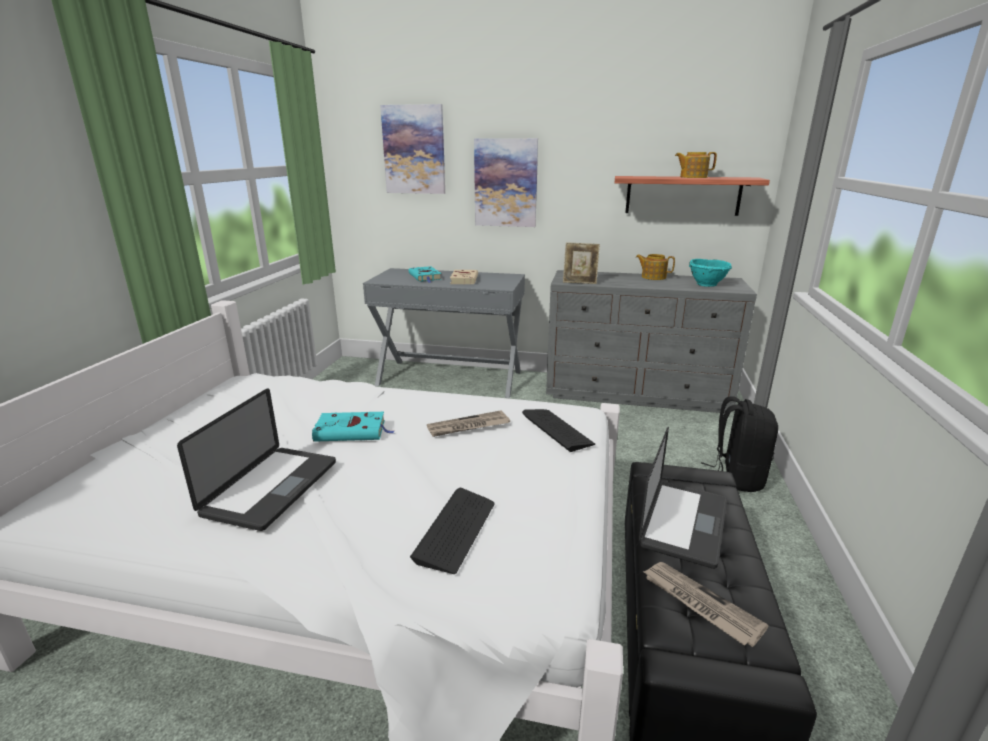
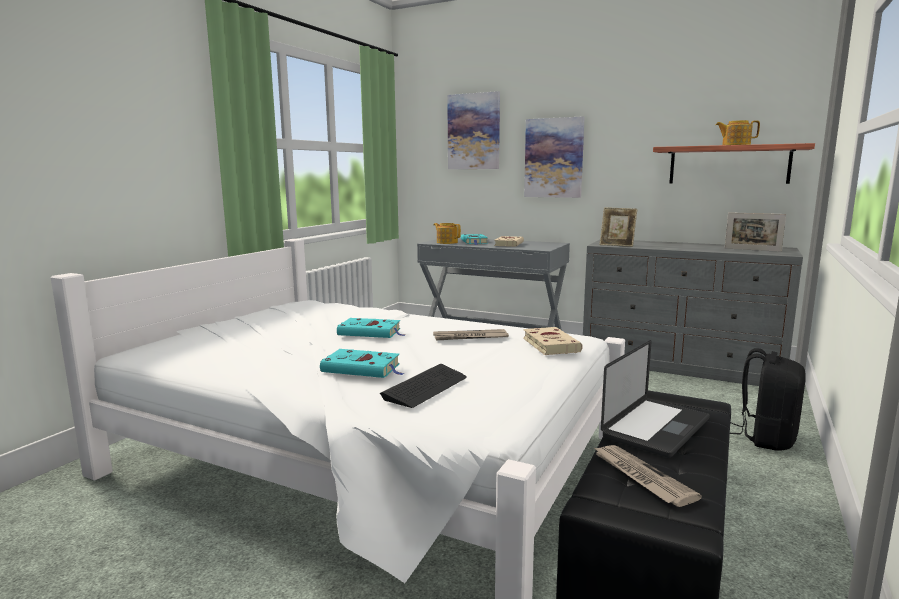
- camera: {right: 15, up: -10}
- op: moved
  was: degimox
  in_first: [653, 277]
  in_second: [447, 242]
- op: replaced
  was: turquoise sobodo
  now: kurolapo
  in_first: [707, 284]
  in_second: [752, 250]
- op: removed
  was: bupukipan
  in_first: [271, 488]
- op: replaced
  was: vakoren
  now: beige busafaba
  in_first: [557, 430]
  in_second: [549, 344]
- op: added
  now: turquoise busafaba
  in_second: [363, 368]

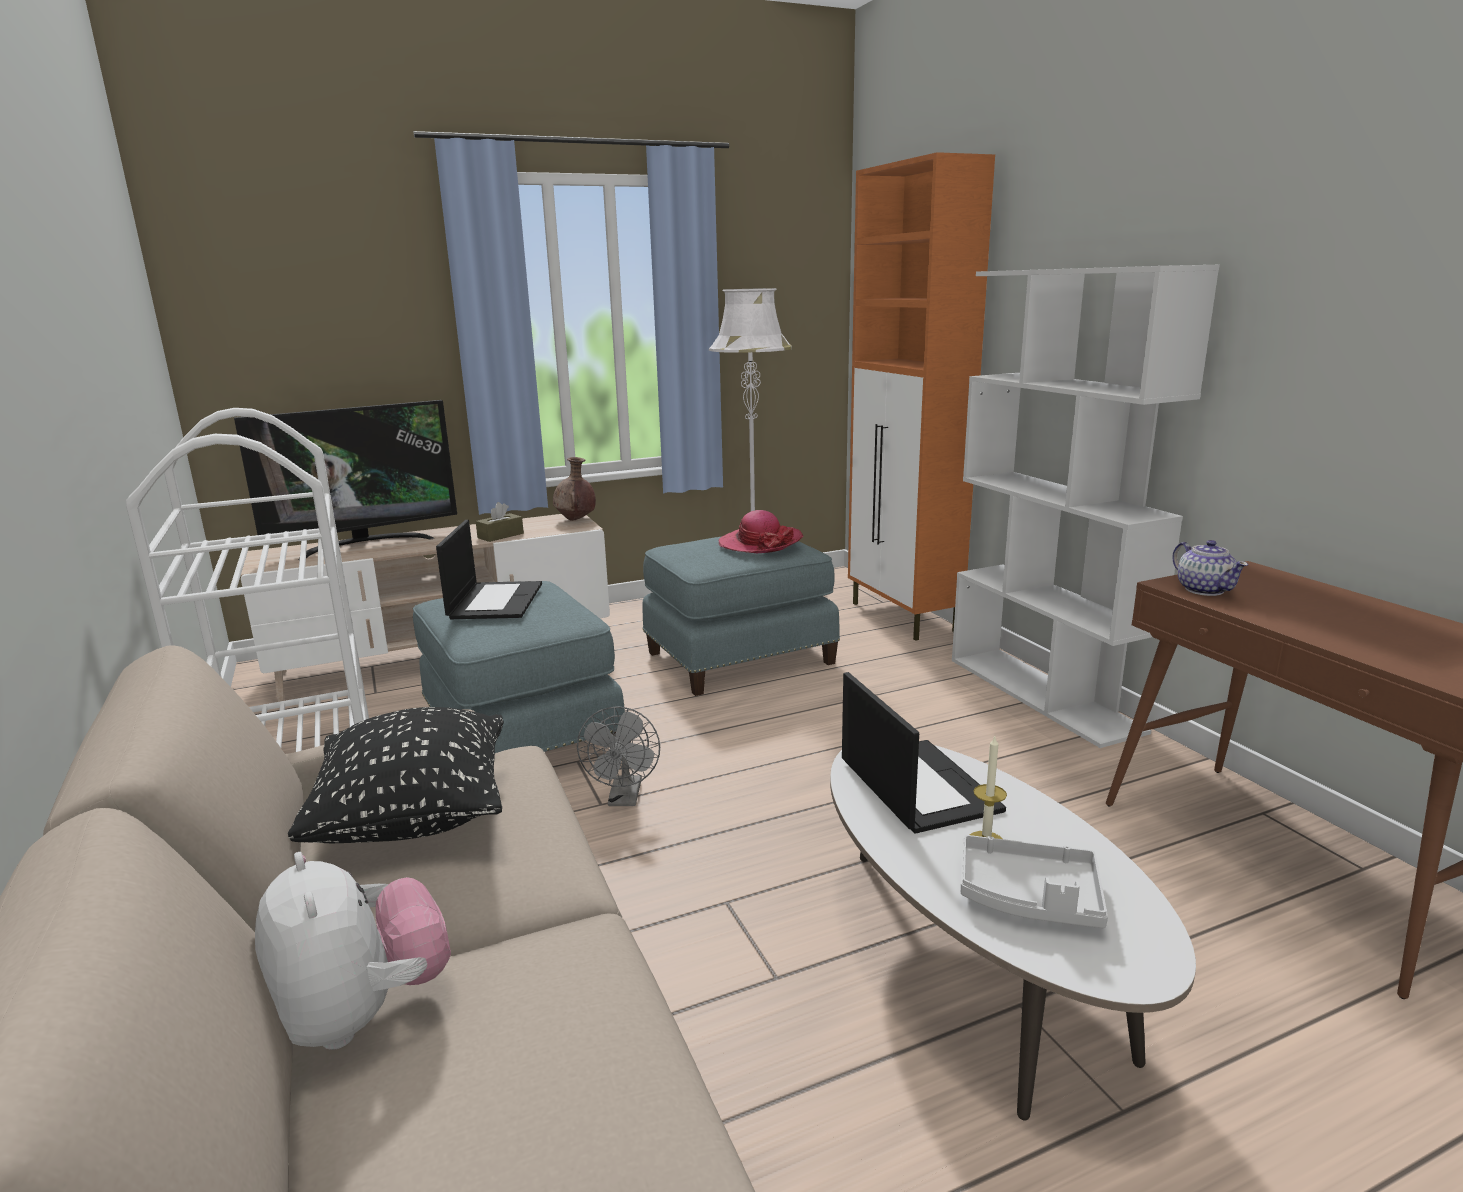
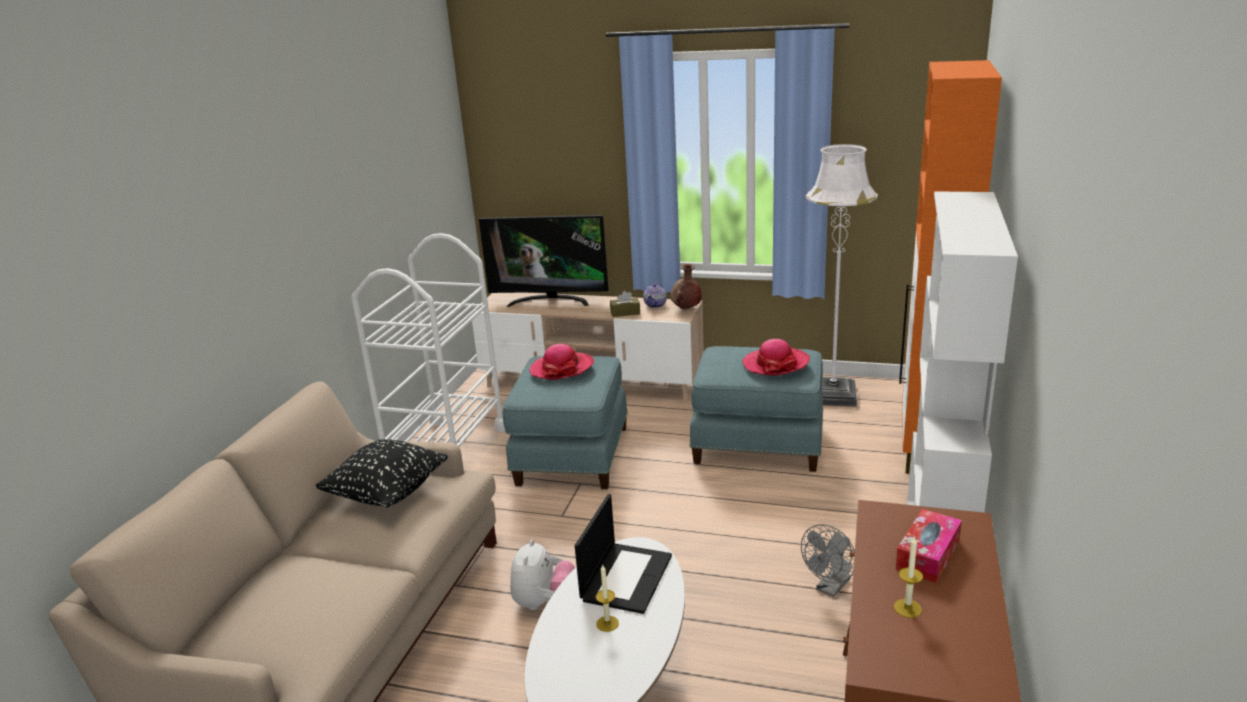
- camera: {right: 40, up: 5}
- op: replaced
  was: bupukipan
  now: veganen
  in_first: [495, 600]
  in_second: [562, 368]
- op: moved
  was: degimox
  in_first: [1204, 589]
  in_second: [655, 305]
- op: moved
  was: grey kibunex
  in_first: [624, 798]
  in_second: [830, 588]
- op: removed
  was: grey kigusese
  in_first: [1029, 897]
- op: moved
  was: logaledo
  in_first: [362, 1014]
  in_second: [544, 602]
- op: added
  now: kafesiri
  in_second: [927, 555]
- op: added
  now: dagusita
  in_second: [907, 608]

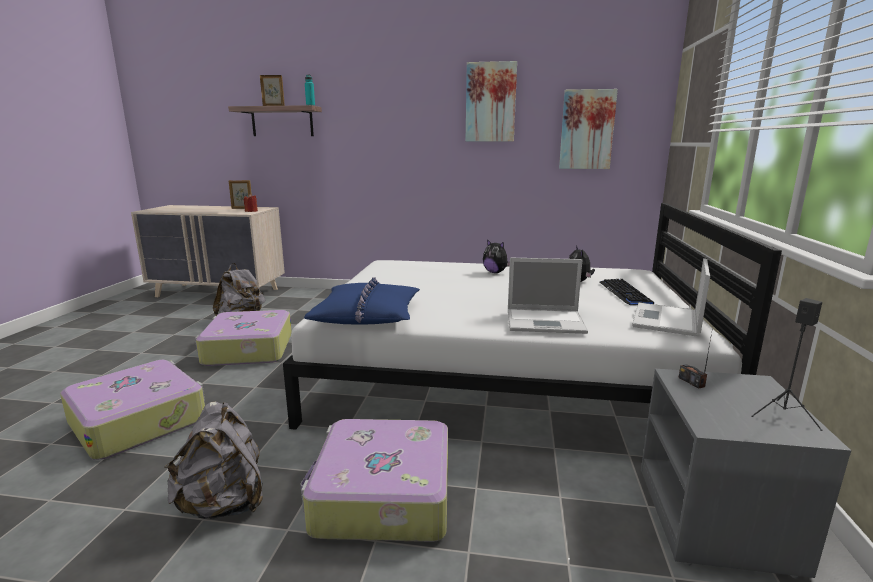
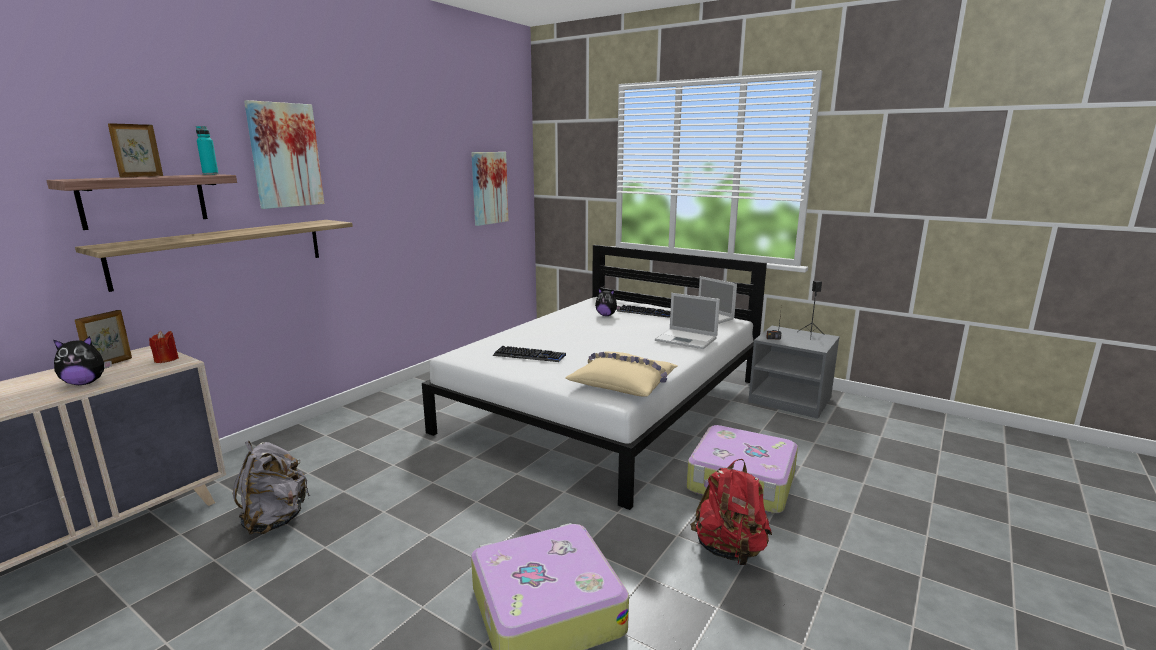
- camera: {right: -65, up: 0}
- op: moved
  was: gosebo
  in_first: [490, 102]
  in_second: [285, 155]
- op: moved
  was: logaledo
  in_first: [495, 272]
  in_second: [85, 383]
- op: turned
  was: bupukipan
  in_first: [546, 321]
  in_second: [687, 339]
  clockwise: 90
- op: recoloured
  was: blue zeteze
  now: beige zeteze
  in_first: [367, 315]
  in_second: [624, 382]
- op: removed
  was: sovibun
  in_first: [247, 350]
- op: recoloured
  was: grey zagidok
  now: red zagidok
  in_first: [224, 504]
  in_second: [729, 550]
- op: added
  now: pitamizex
  in_second: [224, 251]
- op: added
  now: vakoren
  in_second: [529, 356]

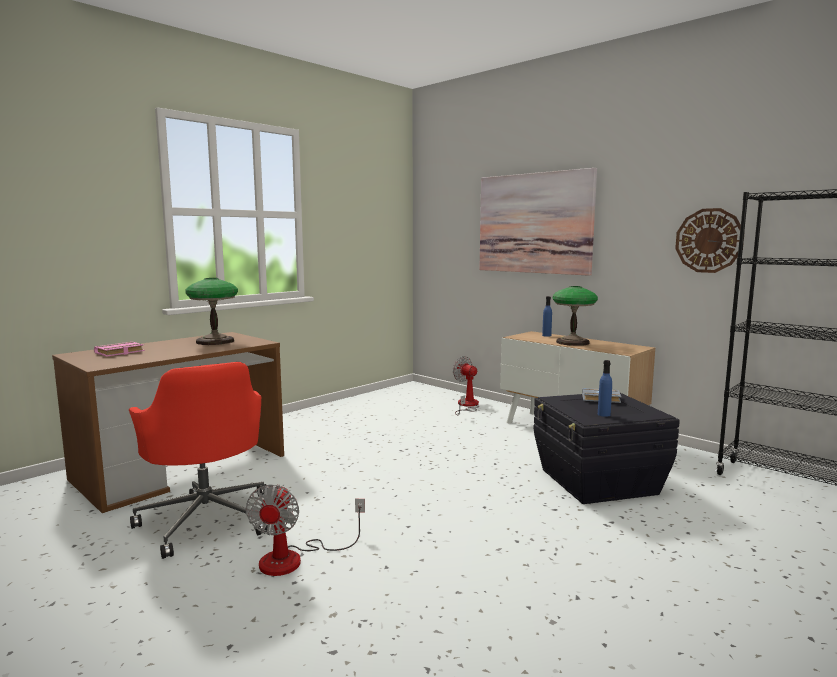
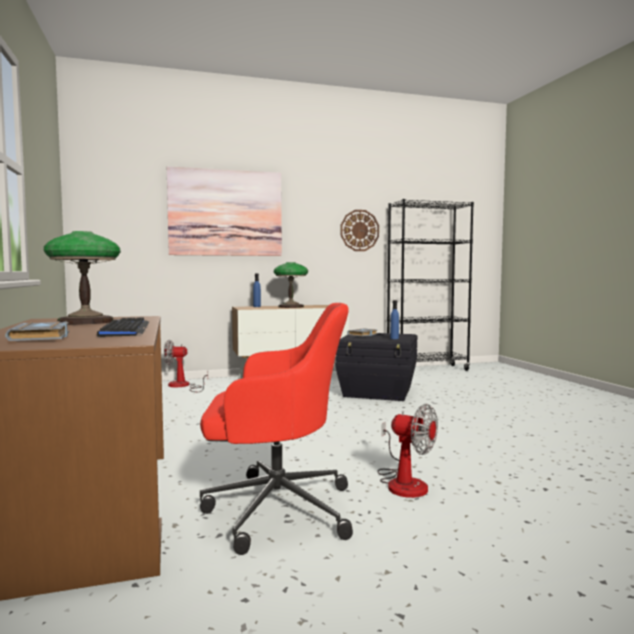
- camera: {right: -60, up: -5}
- op: recoloured
  was: pink busafaba
  now: grey busafaba
  in_first: [119, 352]
  in_second: [42, 337]
- op: added
  now: vakoren
  in_second: [125, 329]

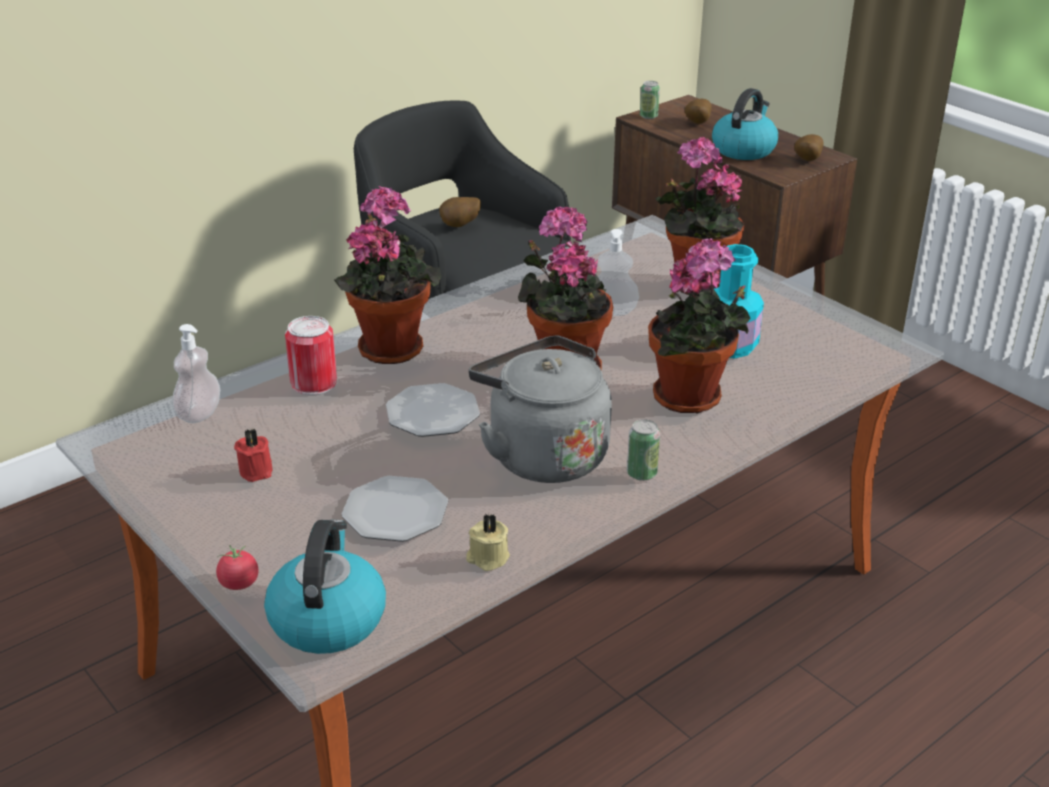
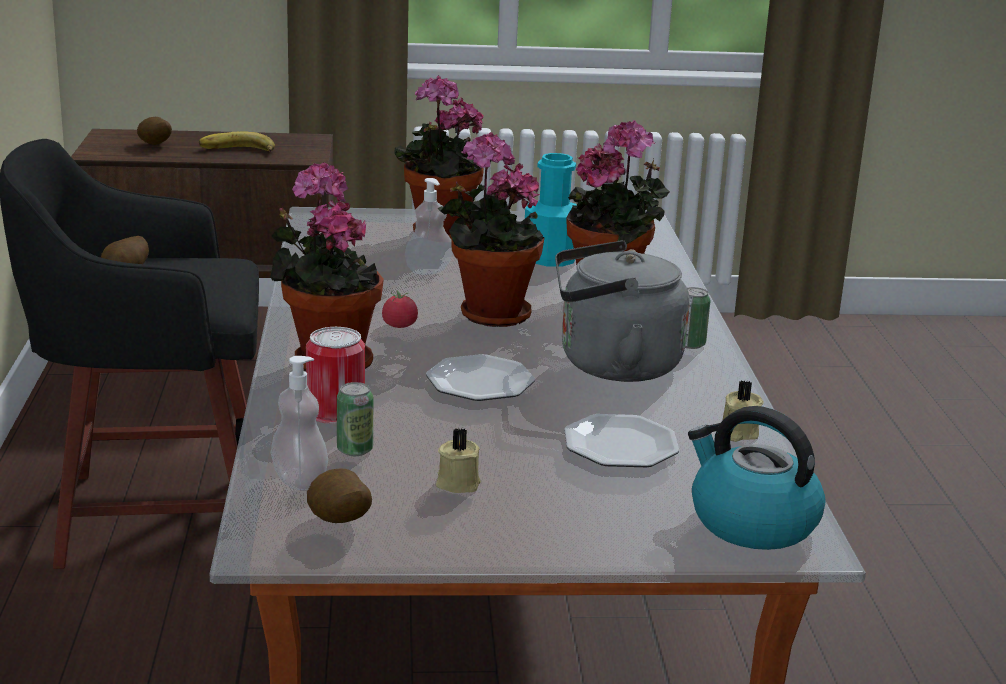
- camera: {right: -55, up: -10}
- op: moved
  was: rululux
  in_first: [648, 116]
  in_second: [355, 450]
- op: replaced
  was: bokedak
  now: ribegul
  in_first: [743, 149]
  in_second: [237, 151]
- op: moved
  was: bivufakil
  in_first: [806, 161]
  in_second: [338, 523]
- op: recoloured
  was: red dagusita
  now: beige dagusita
  in_first: [257, 470]
  in_second: [457, 483]
- op: moved
  was: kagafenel
  in_first: [239, 583]
  in_second: [399, 326]

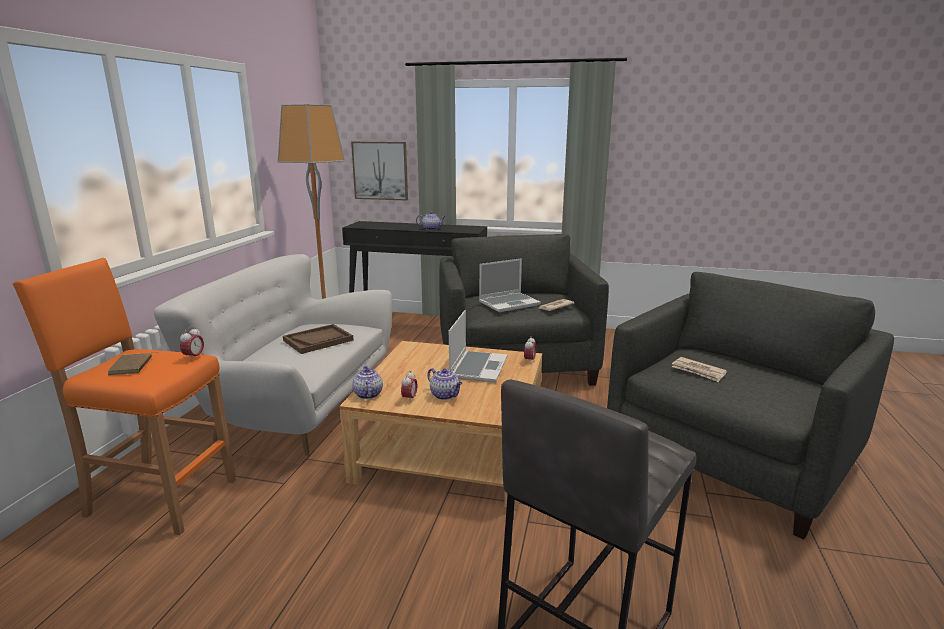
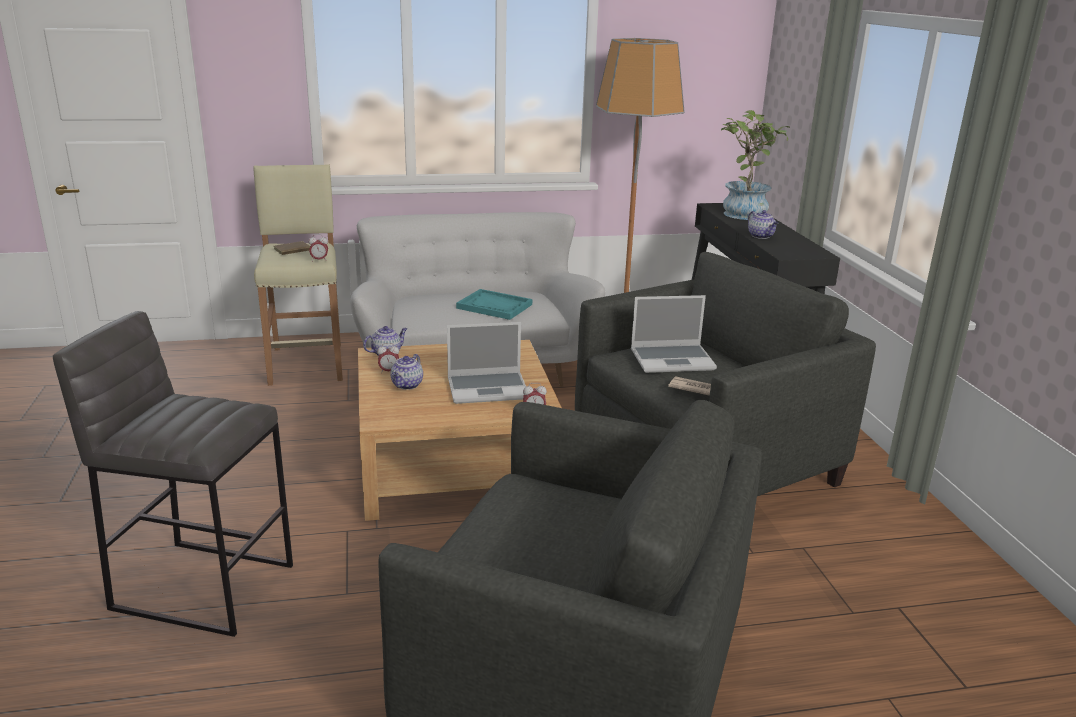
- camera: {right: 65, up: 5}
- op: removed
  was: gosebo
  in_first: [380, 170]
- op: recoloured
  was: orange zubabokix
  now: beige zubabokix
  in_first: [161, 497]
  in_second: [307, 363]
- op: turned
  was: bupukipan
  in_first: [509, 303]
  in_second: [673, 360]
  clockwise: -45
- op: recoloured
  was: brown kigusese
  now: turquoise kigusese
  in_first: [318, 340]
  in_second: [494, 306]
- op: removed
  was: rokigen
  in_first: [698, 371]
- op: added
  now: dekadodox
  in_second: [744, 212]

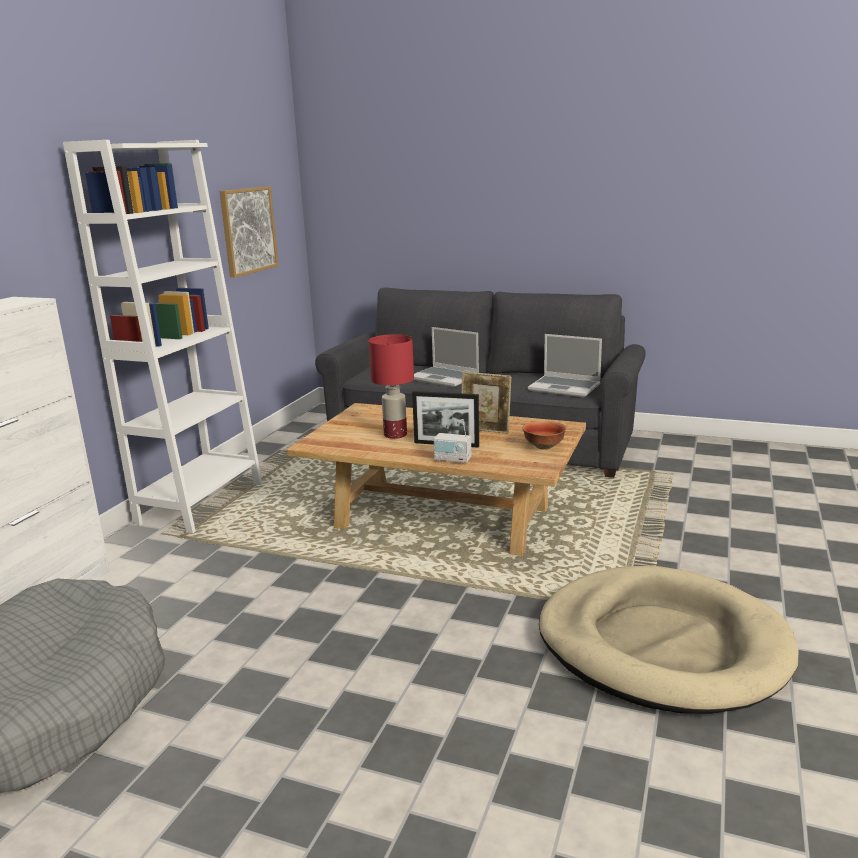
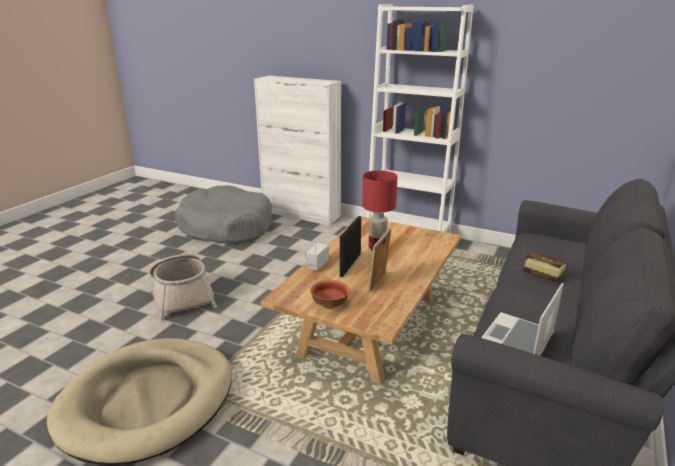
- camera: {right: 95, up: 5}
- op: removed
  was: gosebo
  in_first: [248, 230]
- op: replaced
  was: bupukipan
  now: busafaba
  in_first: [445, 378]
  in_second: [539, 273]
- op: added
  now: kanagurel
  in_second: [182, 296]

